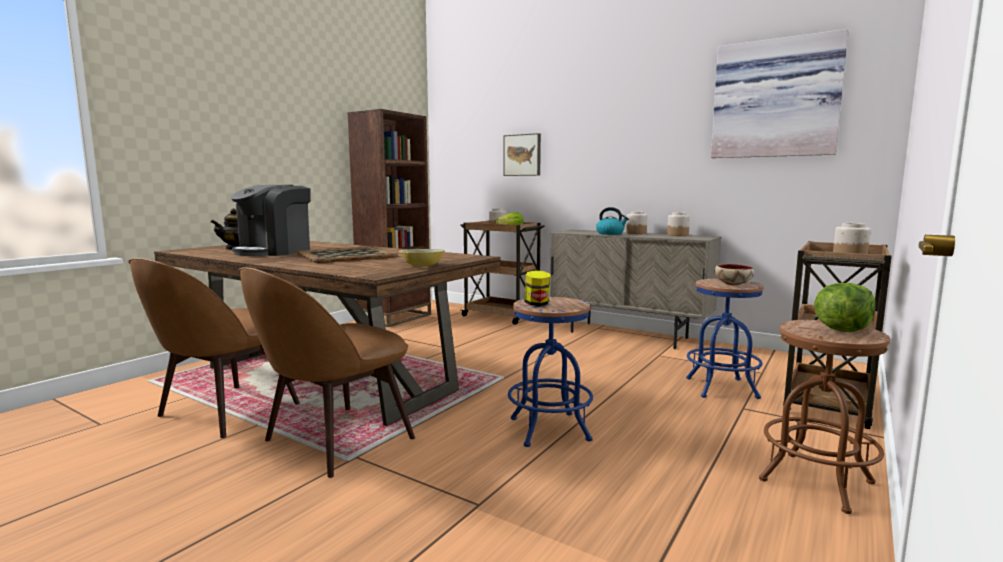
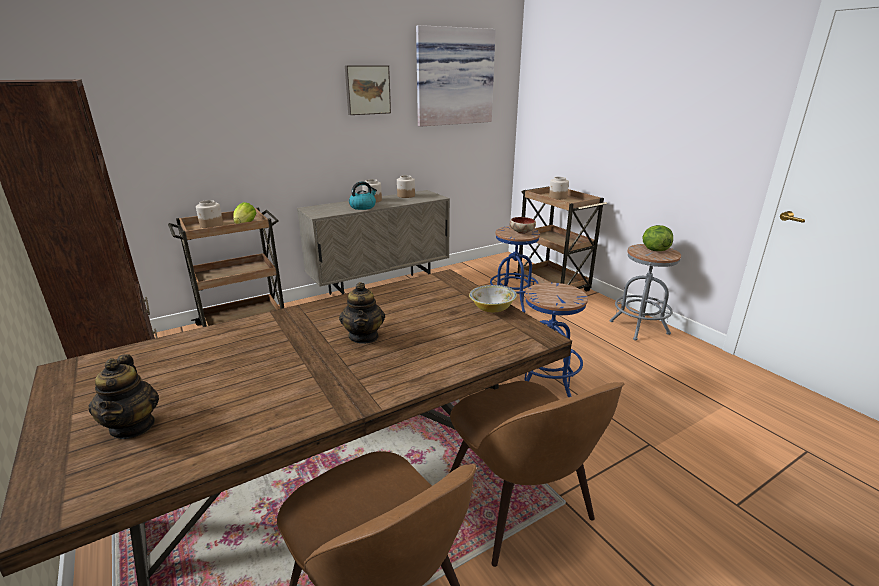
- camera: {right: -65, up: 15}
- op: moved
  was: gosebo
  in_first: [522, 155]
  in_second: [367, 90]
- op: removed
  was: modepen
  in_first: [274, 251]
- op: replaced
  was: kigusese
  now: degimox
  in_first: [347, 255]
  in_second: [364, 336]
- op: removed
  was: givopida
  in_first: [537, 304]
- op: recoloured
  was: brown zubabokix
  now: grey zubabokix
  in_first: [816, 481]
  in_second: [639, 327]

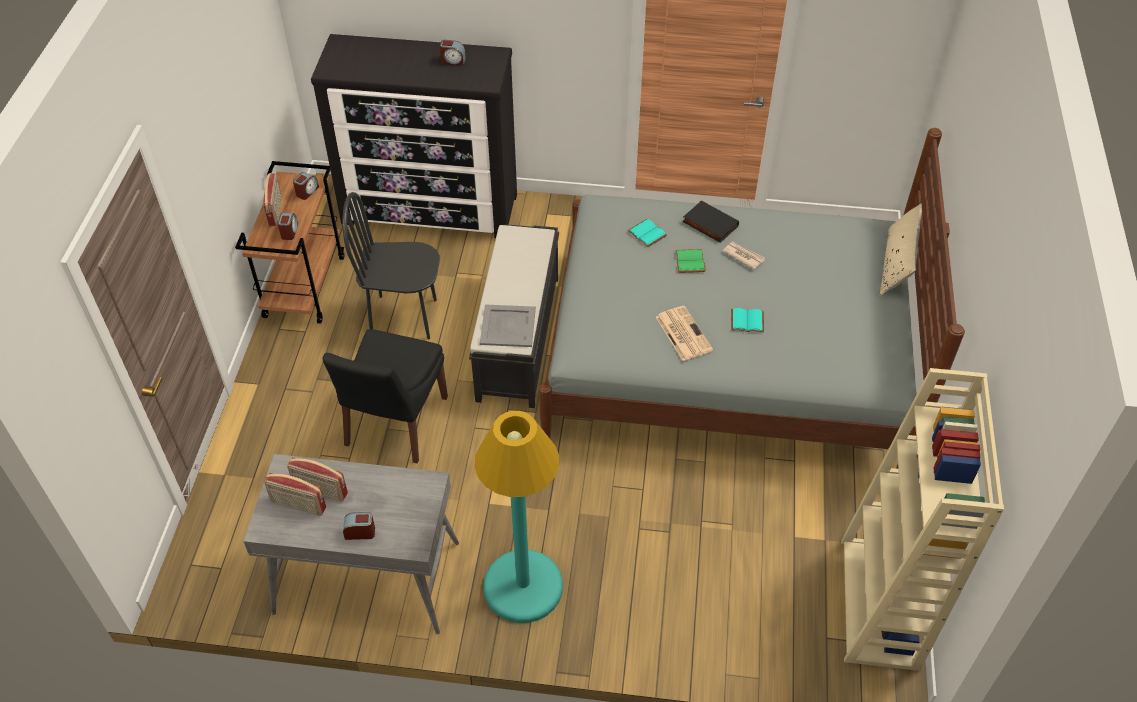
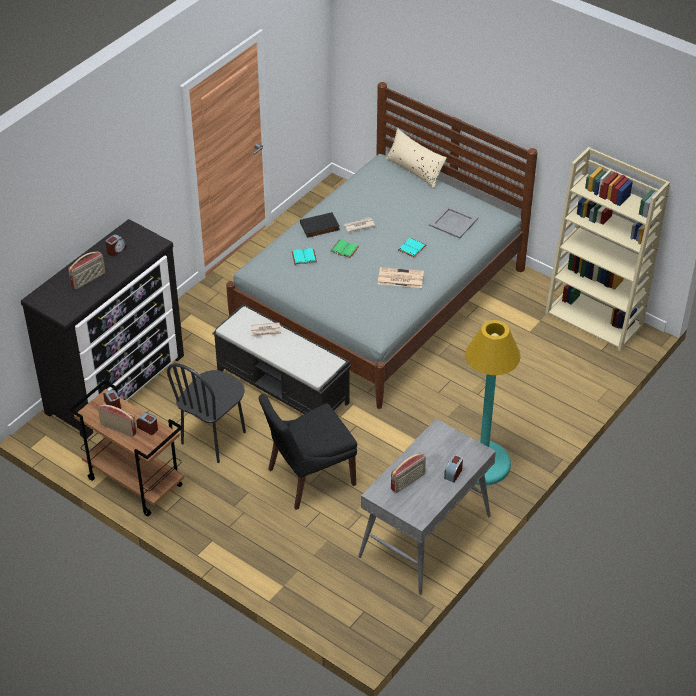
- camera: {right: -60, up: -5}
- op: moved
  was: grey kigusese
  in_first: [507, 326]
  in_second: [453, 222]
- op: turned
  was: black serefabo
  in_first: [395, 424]
  in_second: [308, 478]
  clockwise: 105
- op: moved
  was: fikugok
  in_first: [298, 505]
  in_second: [88, 280]
- op: added
  now: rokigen
  in_second: [266, 331]

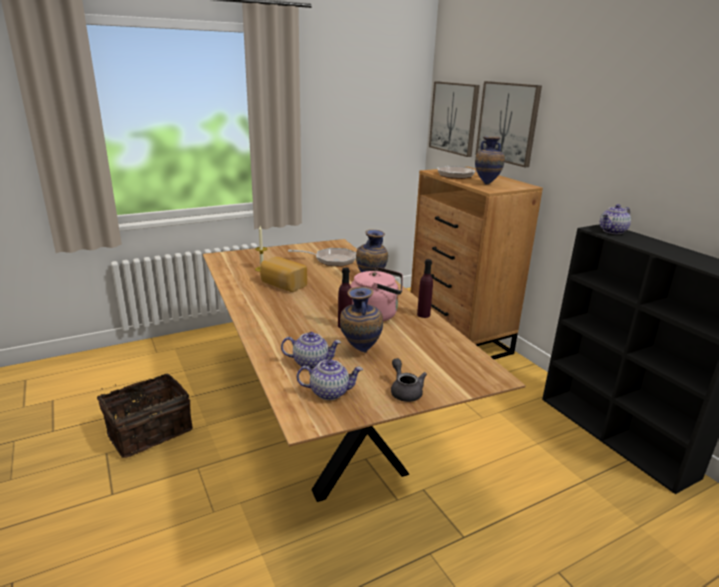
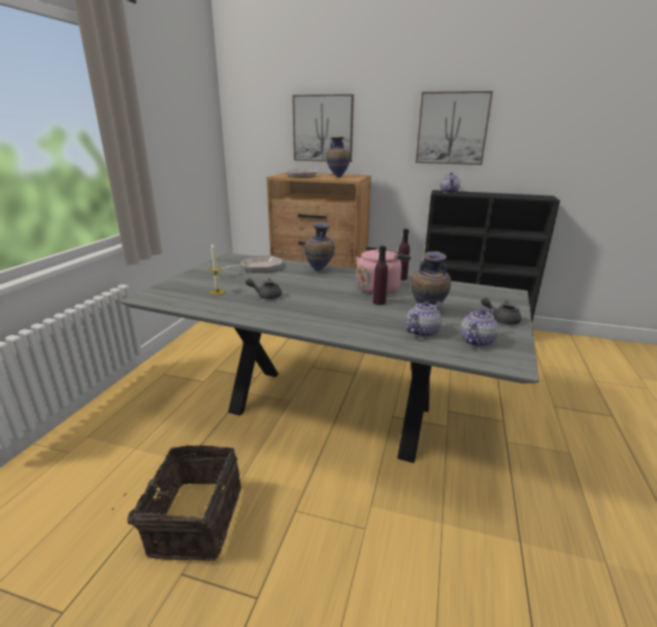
- camera: {right: -45, up: 0}
- op: moved
  was: gosebo
  in_first: [454, 118]
  in_second: [452, 128]
- op: recoloured
  was: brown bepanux
  now: grey bepanux
  in_first: [326, 422]
  in_second: [330, 411]
- op: replaced
  was: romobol
  now: grey degimox
  in_first: [282, 284]
  in_second: [266, 296]

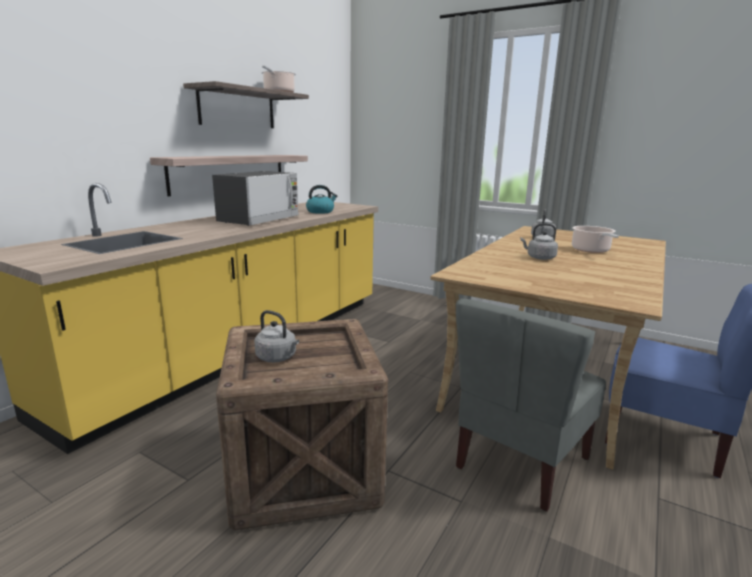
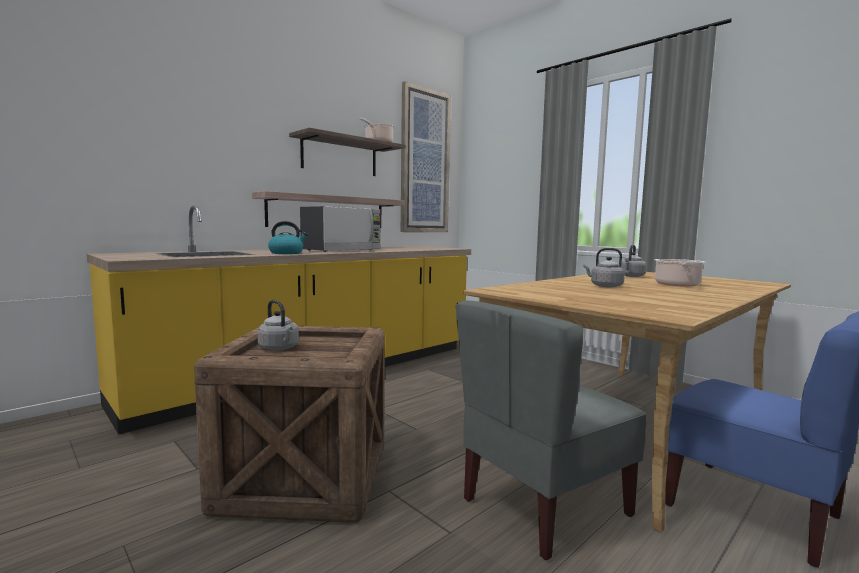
- camera: {right: 15, up: -10}
- op: moved
  was: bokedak
  in_first: [320, 211]
  in_second: [287, 253]
- op: added
  now: gosebo
  in_second: [424, 162]

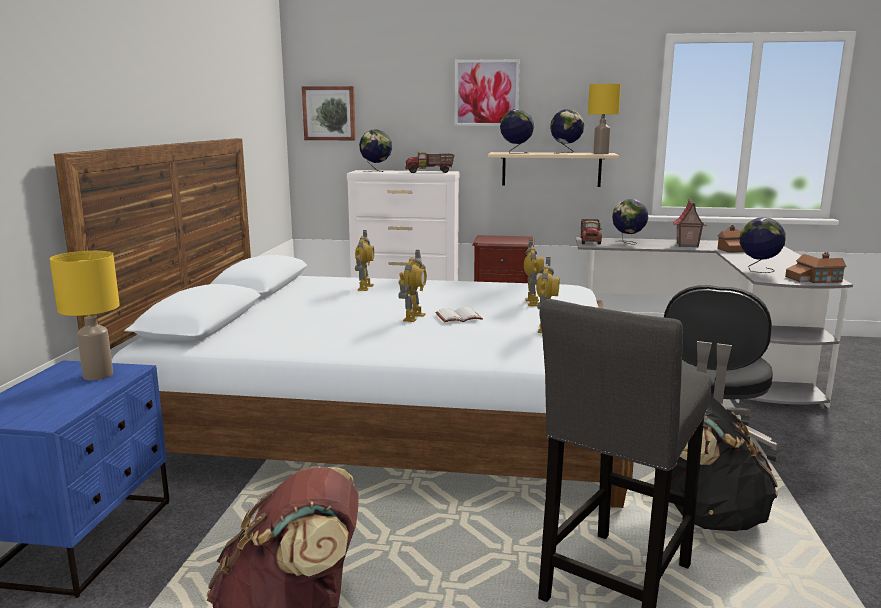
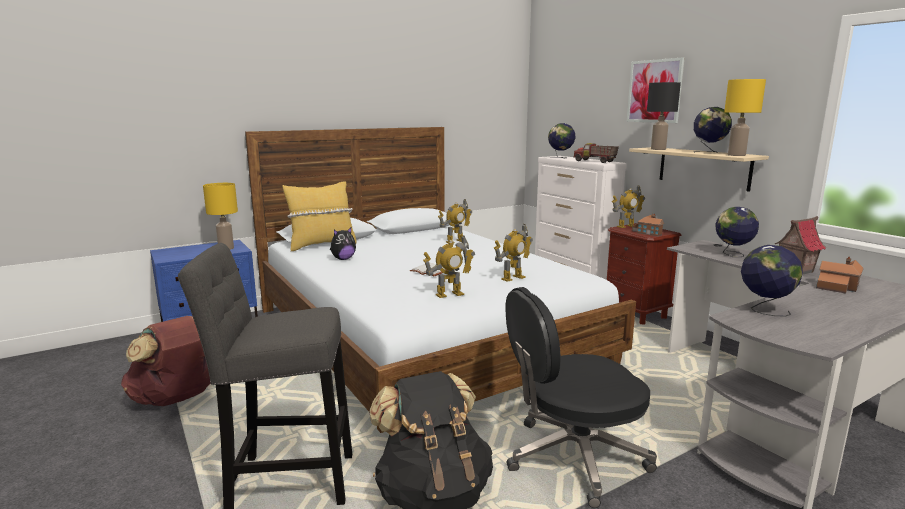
- camera: {right: 50, up: 0}
- op: removed
  was: gosebo
  in_first: [329, 113]
- op: replaced
  was: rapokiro
  now: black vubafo
  in_first: [516, 153]
  in_second: [658, 149]
- op: removed
  was: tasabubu
  in_first: [590, 241]
- op: moved
  was: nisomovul
  in_first: [413, 317]
  in_second: [626, 226]
- op: moved
  was: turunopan
  in_first: [813, 279]
  in_second: [647, 232]
- op: added
  now: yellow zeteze
  in_second: [322, 245]
- op: added
  now: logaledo
  in_second: [343, 259]

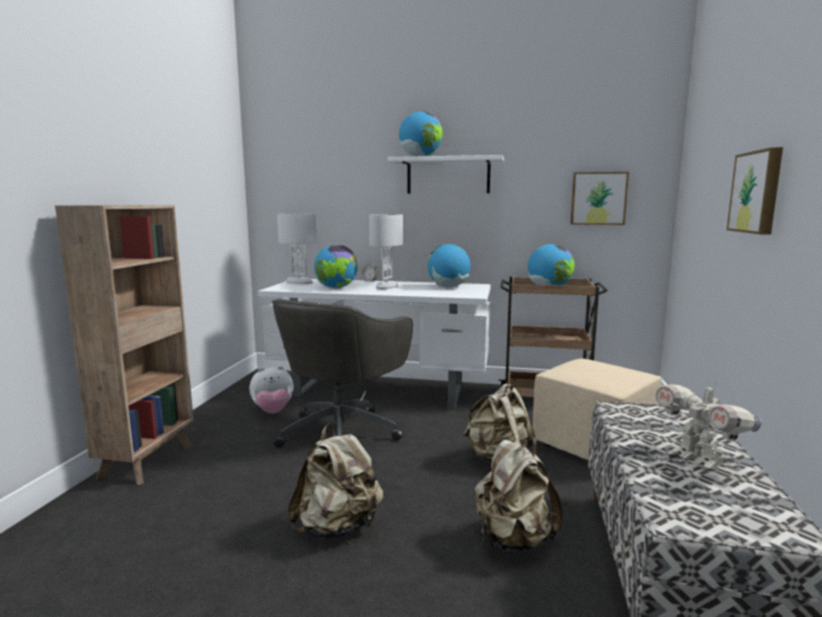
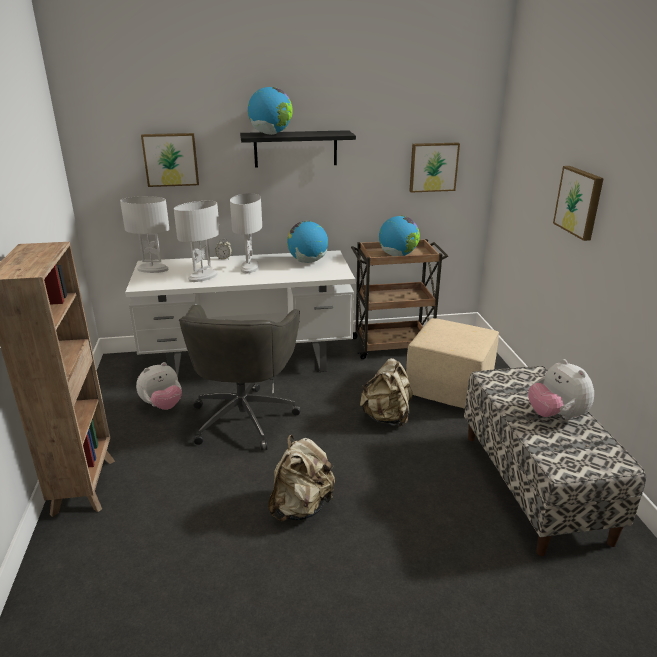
- camera: {right: -20, up: 15}
- op: recoloured
  was: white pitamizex
  now: black pitamizex
  in_first: [448, 176]
  in_second: [295, 149]
- op: replaced
  was: rapokiro
  now: white vubafo
  in_first: [336, 288]
  in_second: [203, 277]
- op: replaced
  was: nisomovul
  now: logaledo
  in_first: [699, 459]
  in_second: [556, 415]
- op: removed
  was: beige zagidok
  in_first: [513, 540]
- op: added
  now: gosebo
  in_second: [171, 159]

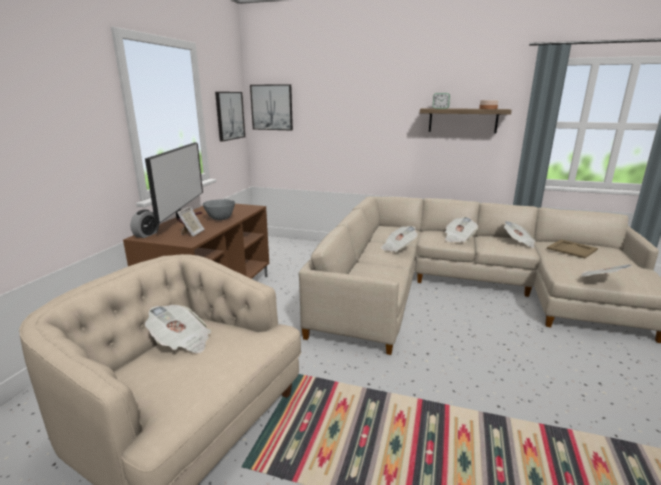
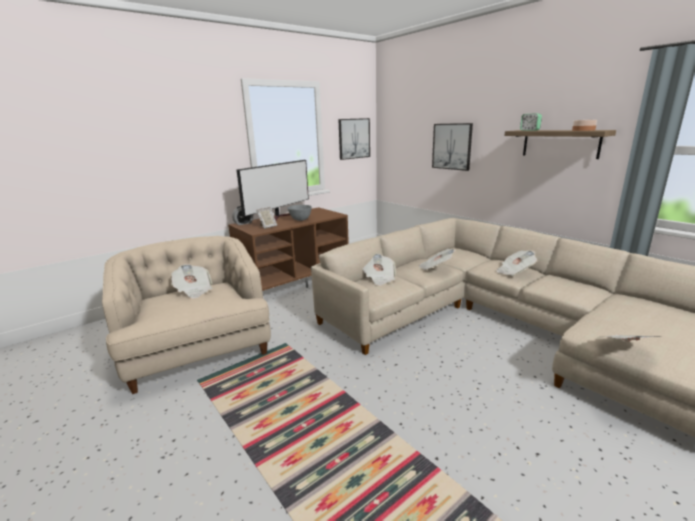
- camera: {right: 35, up: 0}
- op: moved
  was: gosebo
  in_first: [272, 107]
  in_second: [452, 146]
- op: moved
  was: rokigen
  in_first: [518, 242]
  in_second: [379, 278]
- op: removed
  was: beige kigusese
  in_first: [572, 249]

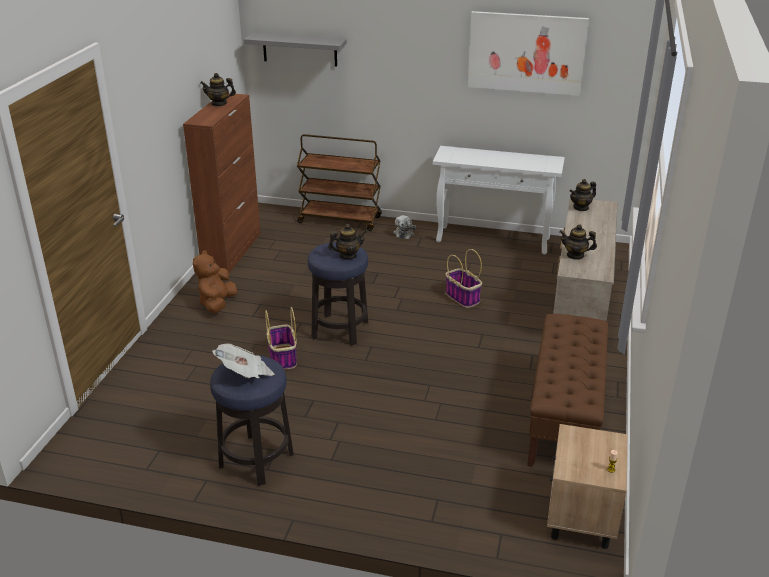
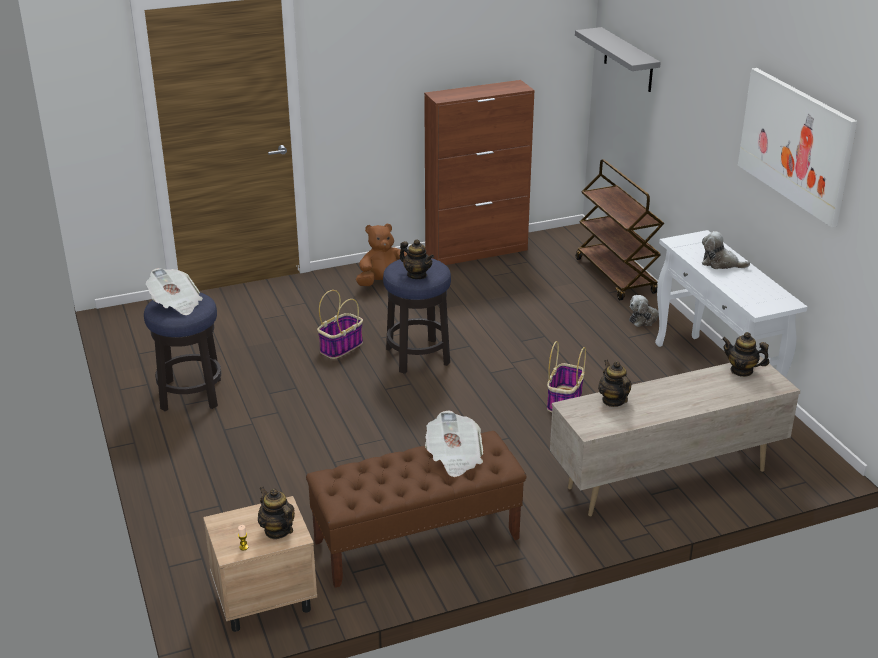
- camera: {right: 55, up: 0}
- op: moved
  was: degimox
  in_first: [219, 103]
  in_second: [277, 530]
- op: added
  now: logaledo
  in_second: [720, 263]
- op: added
  now: rokigen
  in_second: [454, 457]

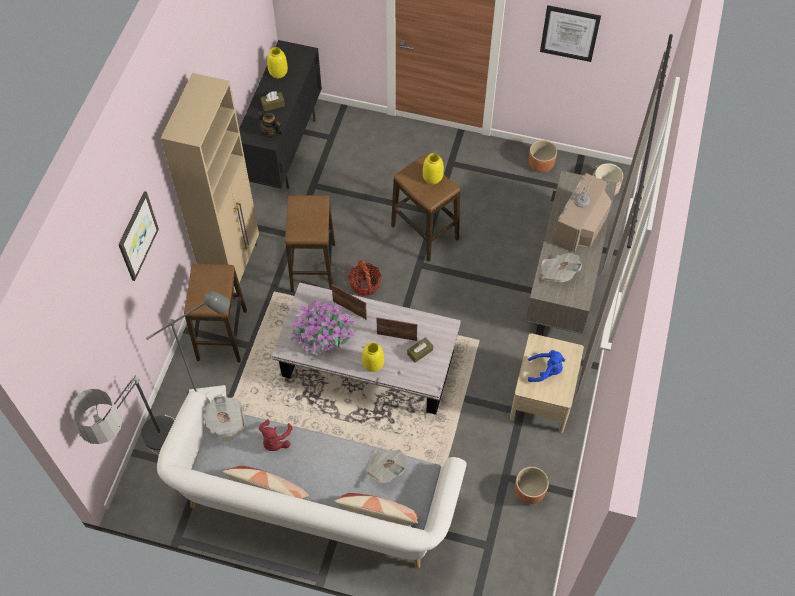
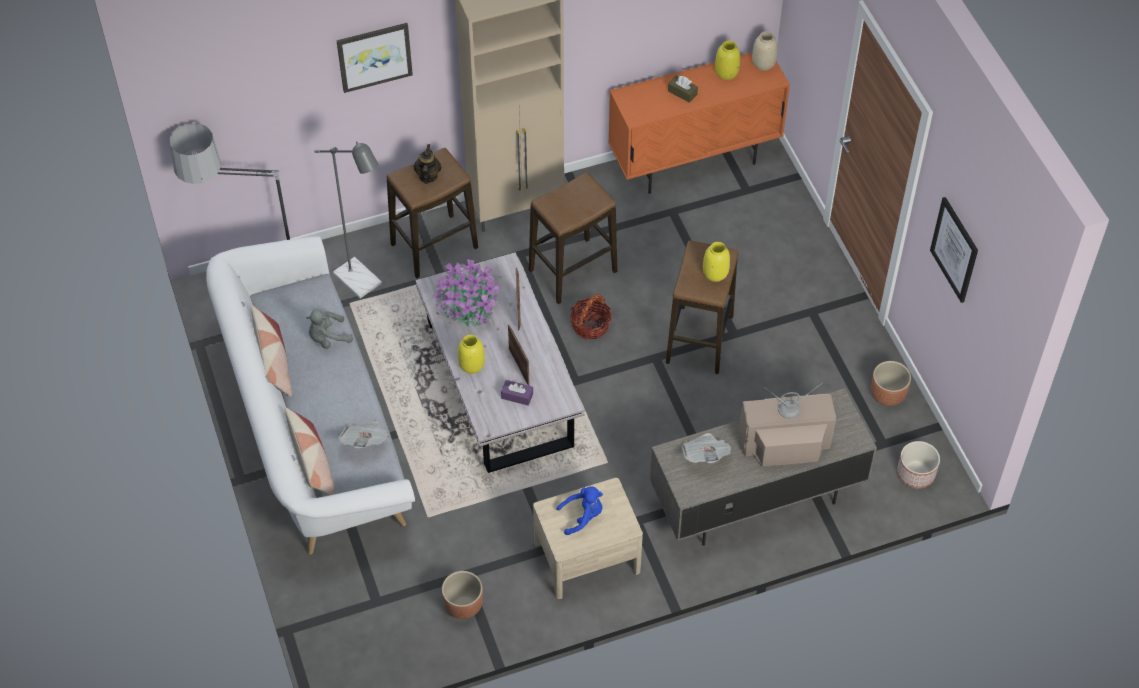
- camera: {right: 55, up: -5}
- op: recoloured
  was: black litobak
  now: orange litobak
  in_first: [284, 150]
  in_second: [694, 162]
- op: moved
  was: degimox
  in_first: [271, 132]
  in_second: [427, 176]
- op: recoloured
  was: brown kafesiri
  now: purple kafesiri
  in_first: [420, 352]
  in_second: [517, 396]
- op: turned
  was: blue logaledo
  in_first: [546, 371]
  in_second: [583, 516]
  clockwise: -75
- op: removed
  was: rokigen
  in_first: [226, 424]
- op: recoloured
  was: red logaledo
  now: grey logaledo
  in_first: [275, 441]
  in_second: [328, 338]
- op: added
  now: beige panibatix
  in_second: [763, 63]

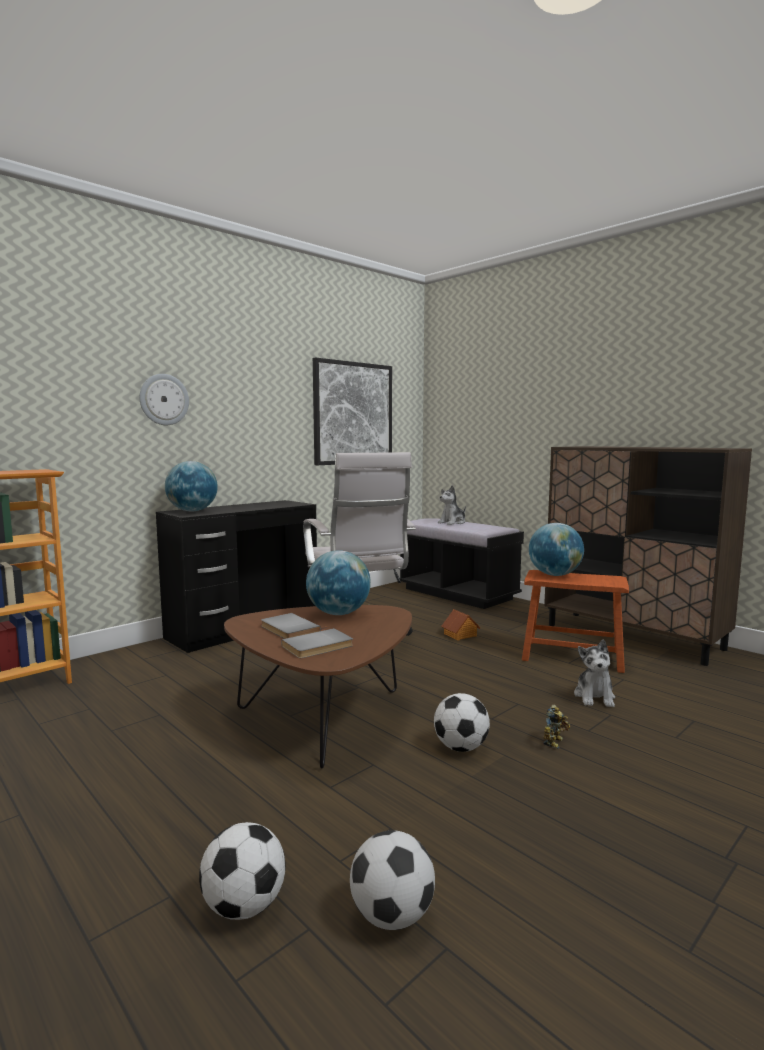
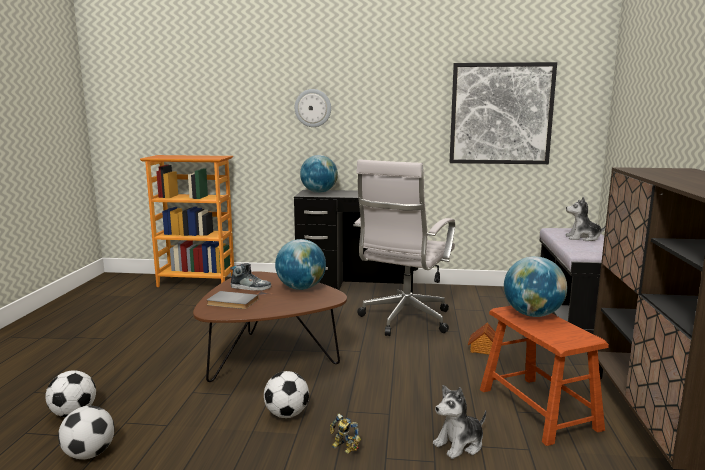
- camera: {right: 50, up: 5}
- op: replaced
  was: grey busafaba
  now: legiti
  in_first: [288, 629]
  in_second: [250, 287]
- op: turned
  was: nisomovul
  in_first: [555, 742]
  in_second: [343, 448]
  clockwise: 45

